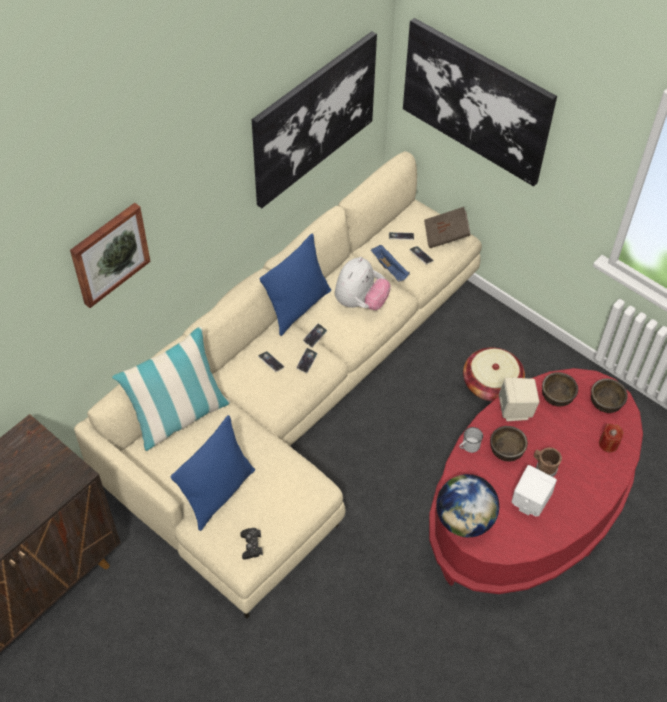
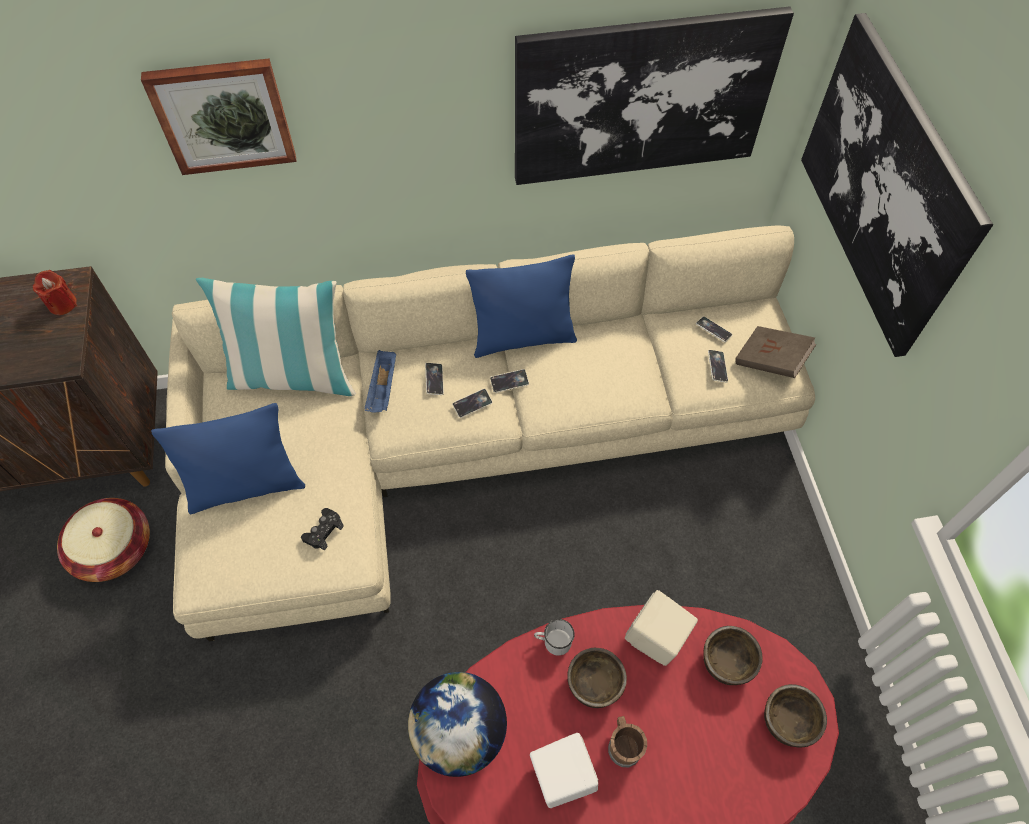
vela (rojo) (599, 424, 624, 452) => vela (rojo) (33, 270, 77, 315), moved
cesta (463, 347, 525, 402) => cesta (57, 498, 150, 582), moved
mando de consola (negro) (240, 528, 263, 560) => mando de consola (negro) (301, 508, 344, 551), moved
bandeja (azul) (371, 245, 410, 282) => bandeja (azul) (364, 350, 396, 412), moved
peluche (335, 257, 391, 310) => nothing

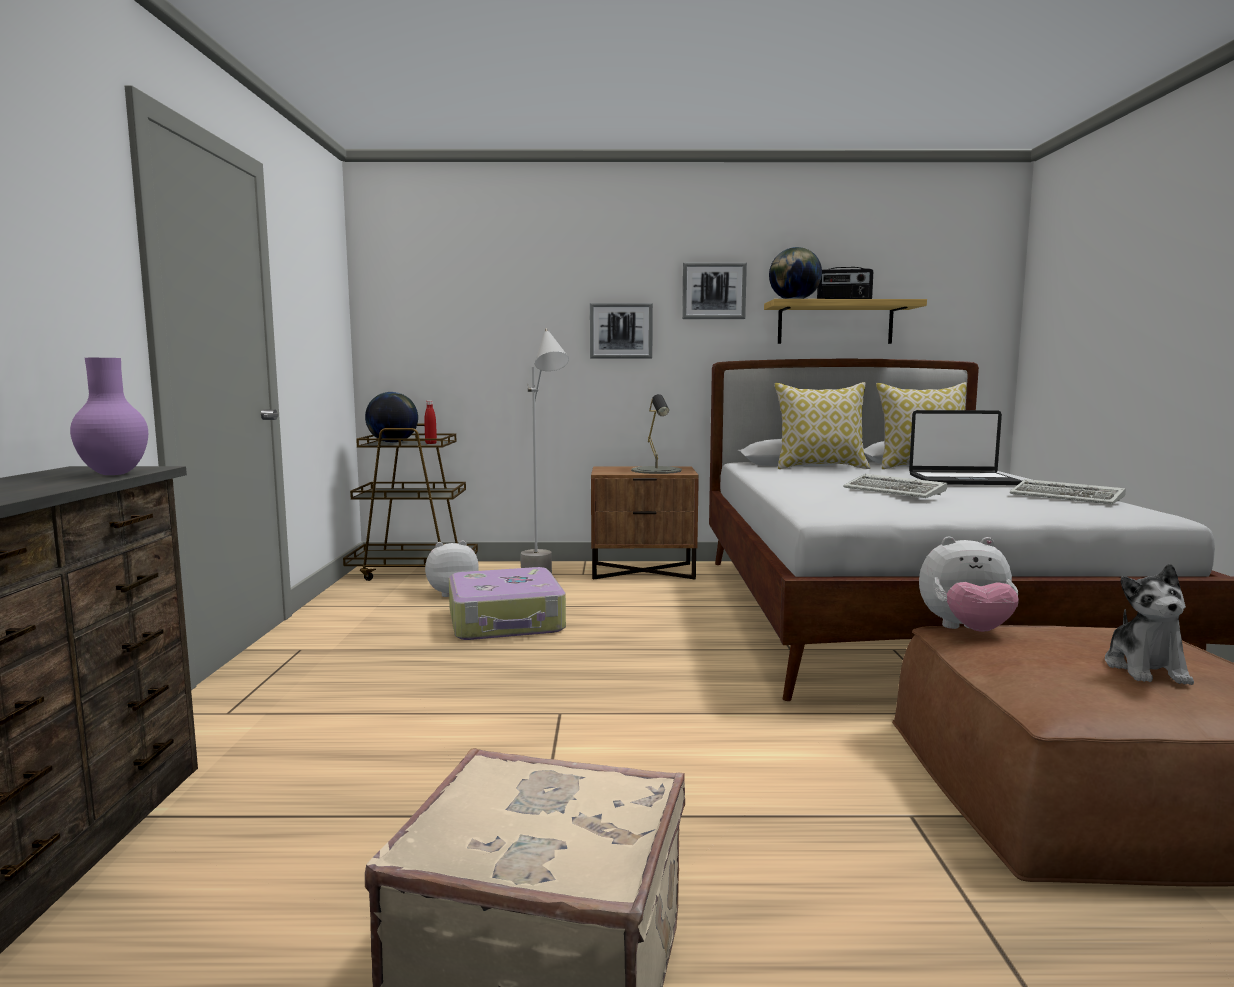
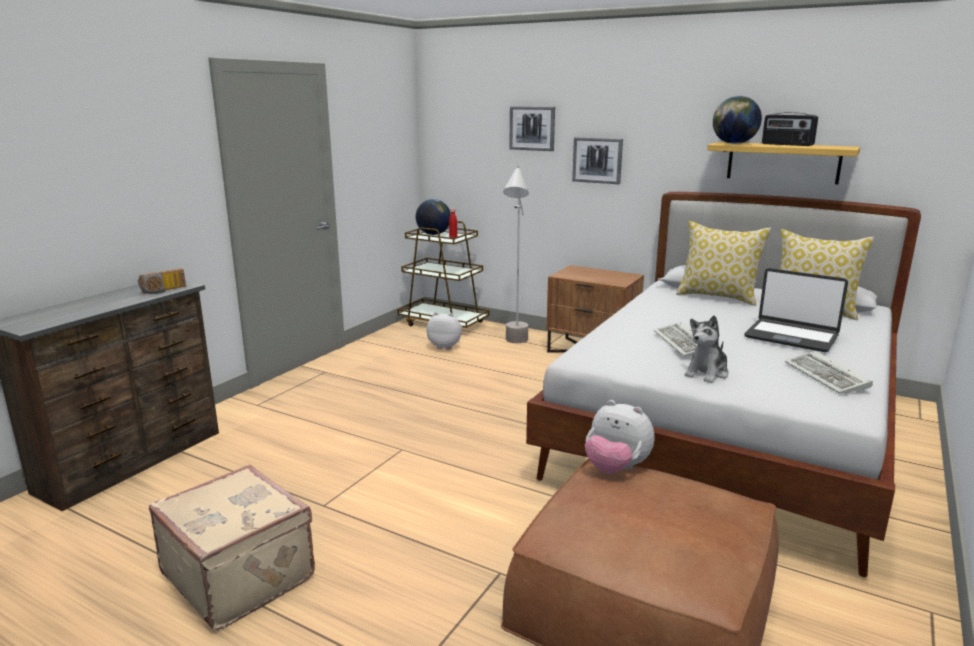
florero (morado) (70, 358, 148, 475) => radio (138, 268, 186, 294)
cuadro (682, 263, 747, 319) => cuadro (509, 106, 555, 151), moved
peluche (1105, 564, 1194, 685) => peluche (684, 315, 729, 383), moved
maleta (449, 567, 566, 640) => nothing
lámpara de mesa (gris) (631, 394, 682, 474) => nothing

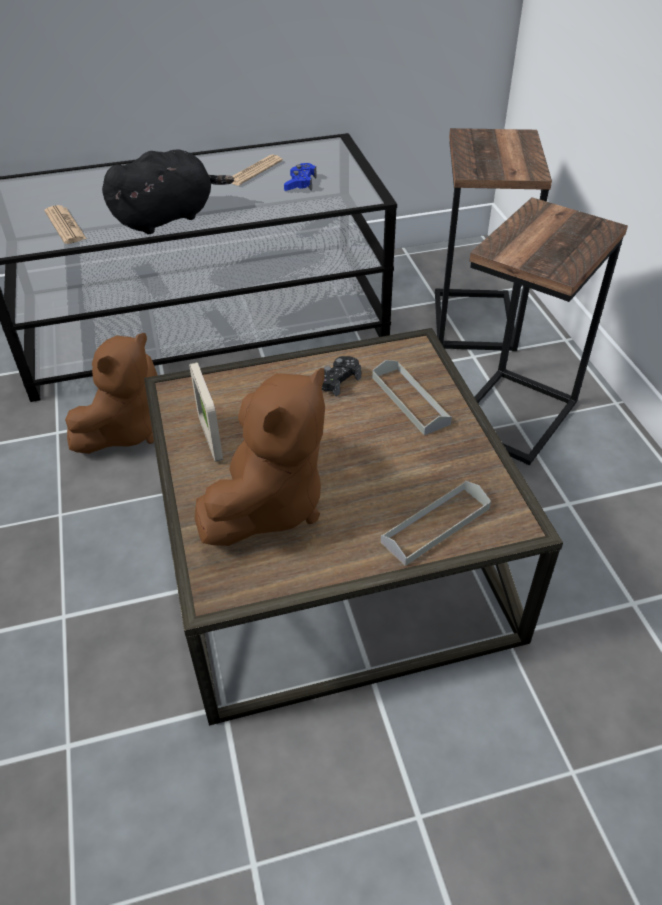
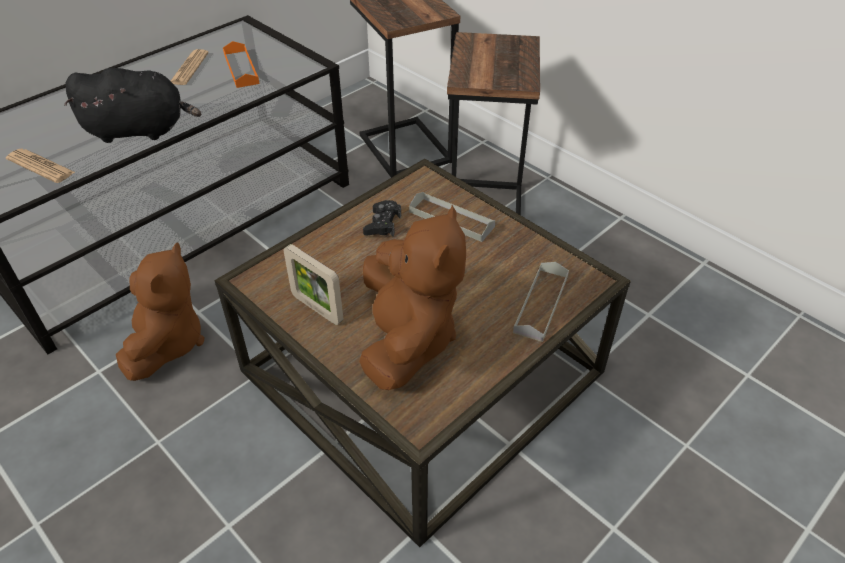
peluche (negro) (102, 149, 234, 234) => peluche (negro) (64, 68, 201, 143), 60 degrees clockwise
mando de consola (azul) (284, 163, 317, 191) => bandeja (naranja) (223, 41, 260, 88)

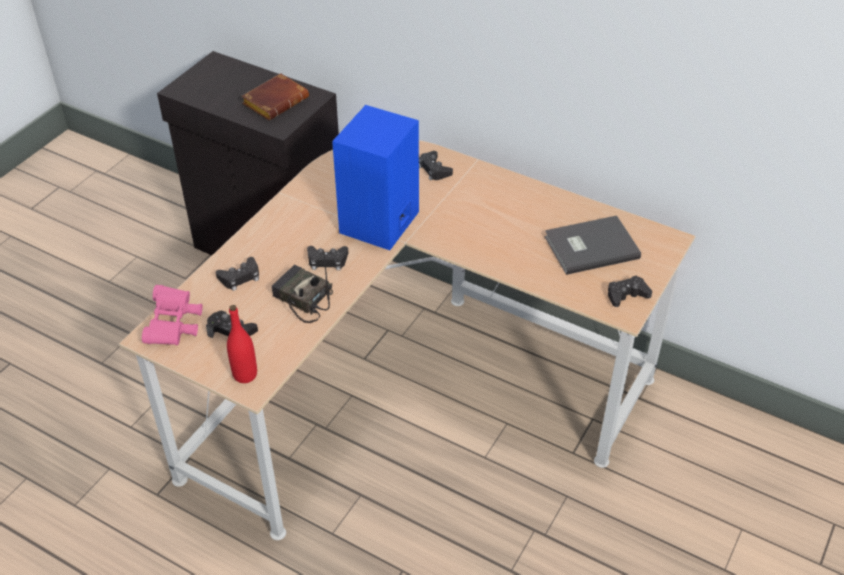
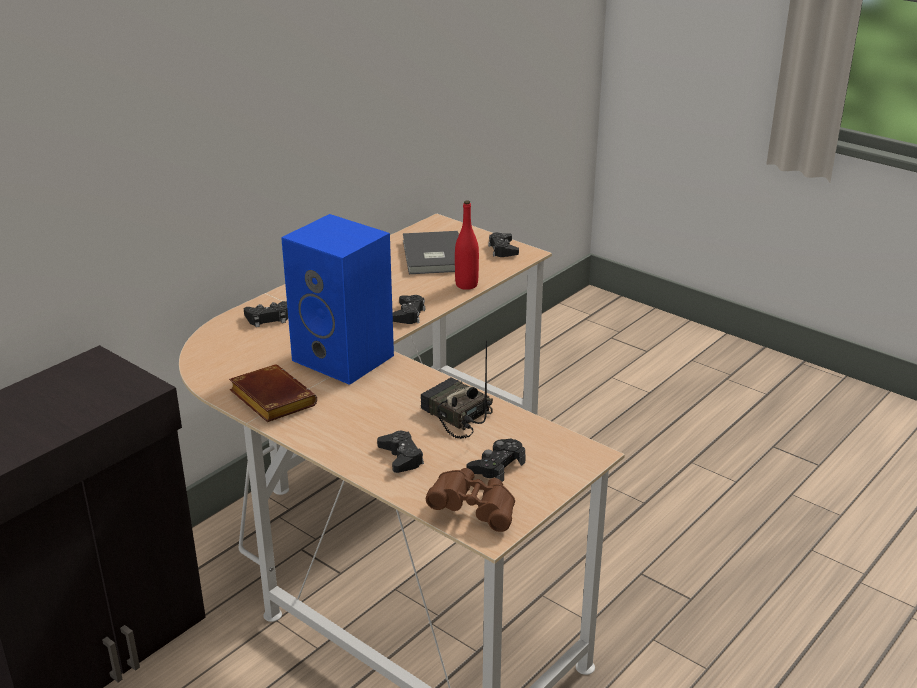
libro (marrón) (241, 73, 309, 120) => libro (marrón) (229, 364, 317, 422), moved
mando de consola (negro) (307, 246, 348, 270) => mando de consola (negro) (393, 295, 425, 324), moved
radio (271, 252, 333, 323) => radio (421, 340, 493, 439), 90 degrees clockwise
prismáticos (rosa) (142, 285, 203, 346) => prismáticos (marrón) (426, 468, 515, 532)
botella (rojo) (227, 305, 257, 383) => botella (rojo) (455, 200, 479, 290), moved

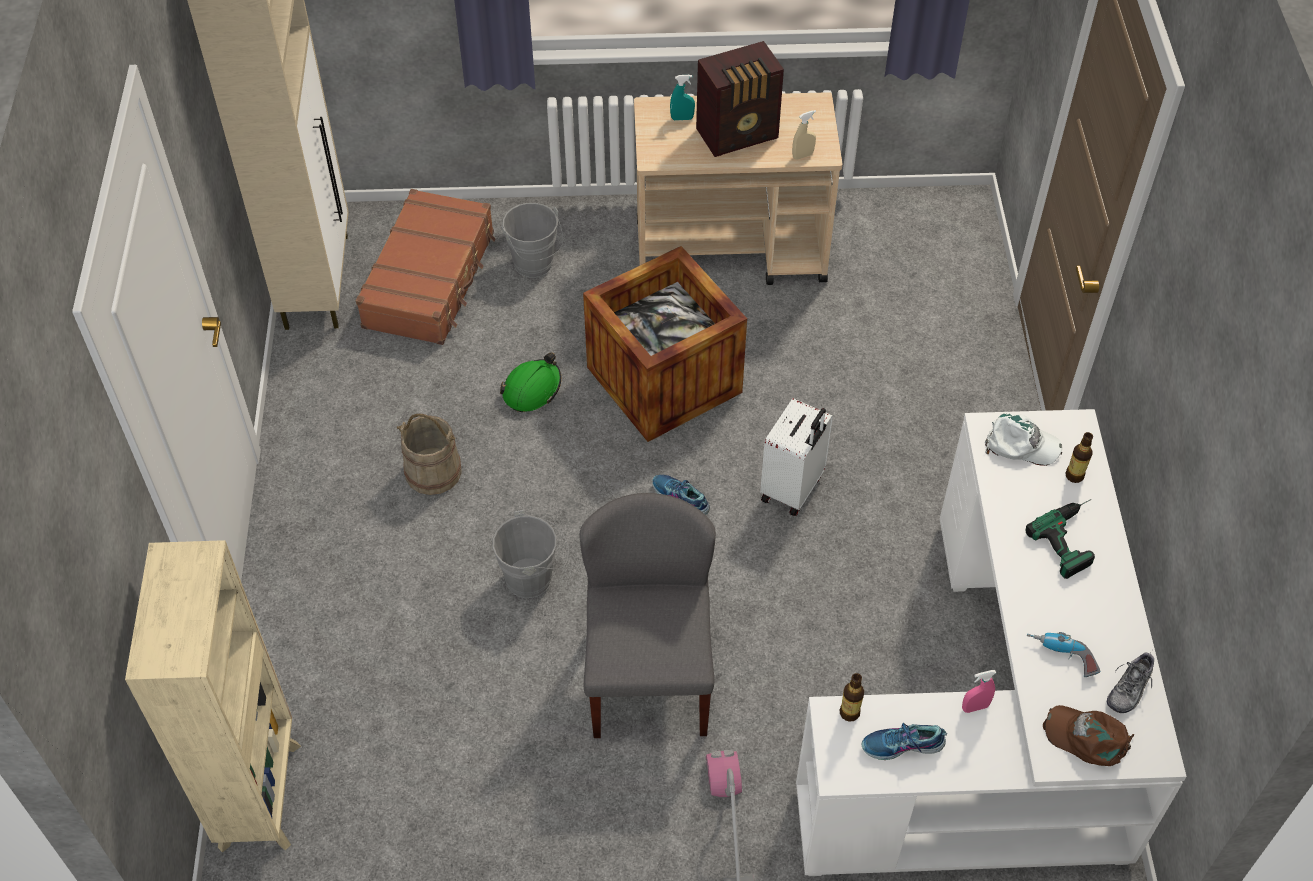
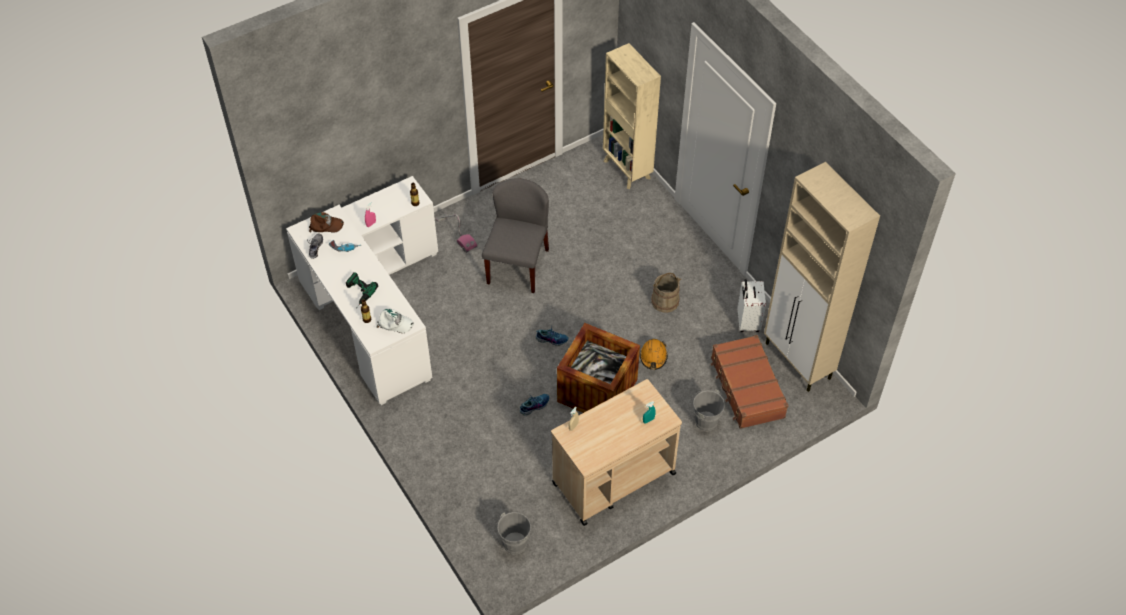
gorra (blanco) (985, 414, 1062, 466) => gorra (blanco) (376, 309, 414, 333), 150 degrees counterclockwise
silla (gris) (579, 493, 716, 738) => silla (gris) (482, 178, 549, 293), 135 degrees counterclockwise
cubo (gris) (492, 510, 569, 598) => cubo (gris) (492, 512, 531, 555), moved
zapato (862, 723, 947, 760) => zapato (520, 394, 549, 415), moved
casco (verde) (500, 352, 561, 412) => casco (naranja) (640, 339, 668, 370)
maleta (blanco) (760, 398, 833, 516) => maleta (blanco) (738, 279, 766, 332), moved
radio (696, 41, 784, 157) => nothing

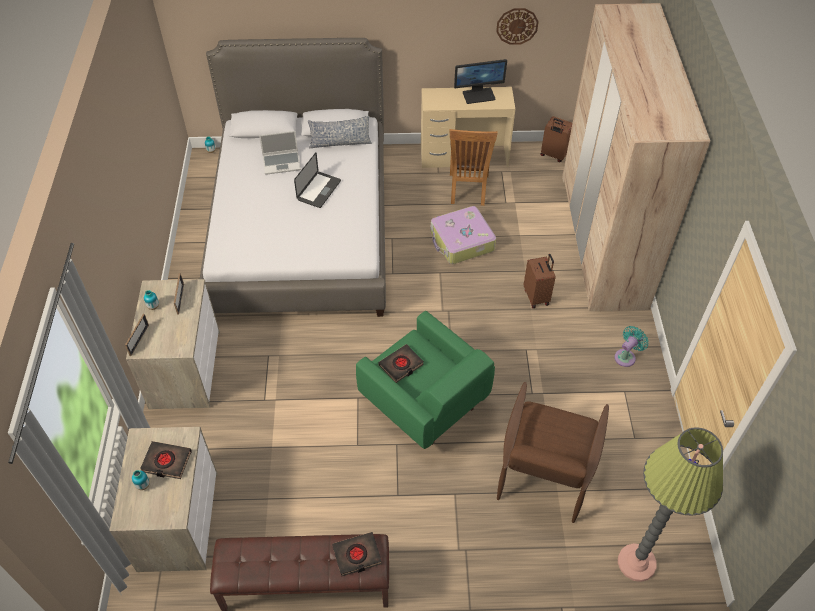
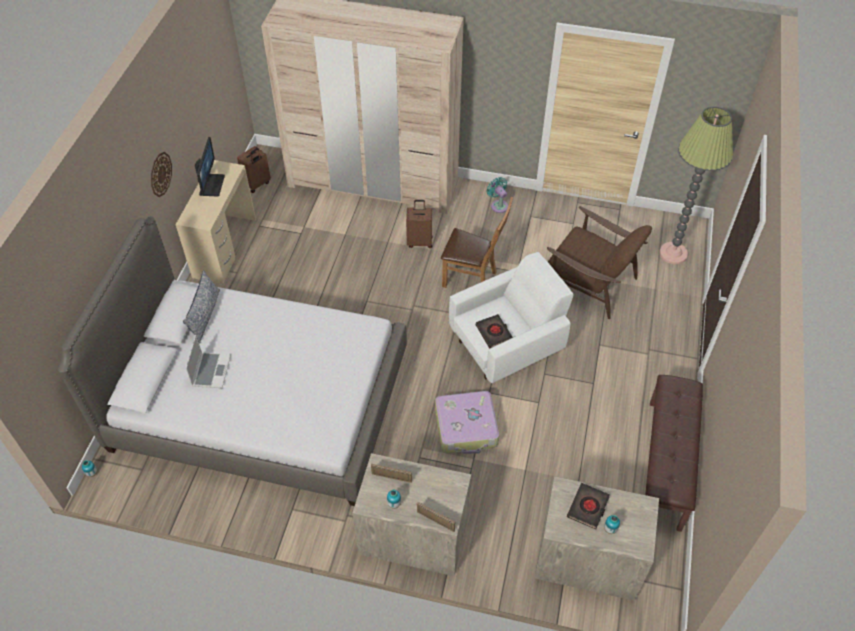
reloj de pared (496, 8, 539, 45) => reloj de pared (151, 152, 172, 197), moved
maleta (431, 206, 496, 264) => maleta (435, 391, 499, 454), moved
silla (marrón) (449, 129, 498, 206) => silla (marrón) (441, 197, 513, 288), moved
sillón (verde) (356, 311, 495, 449) => sillón (blanco) (449, 252, 573, 383)
portátil (294, 152, 341, 208) => nothing
libro (negro) (332, 532, 382, 577) => nothing

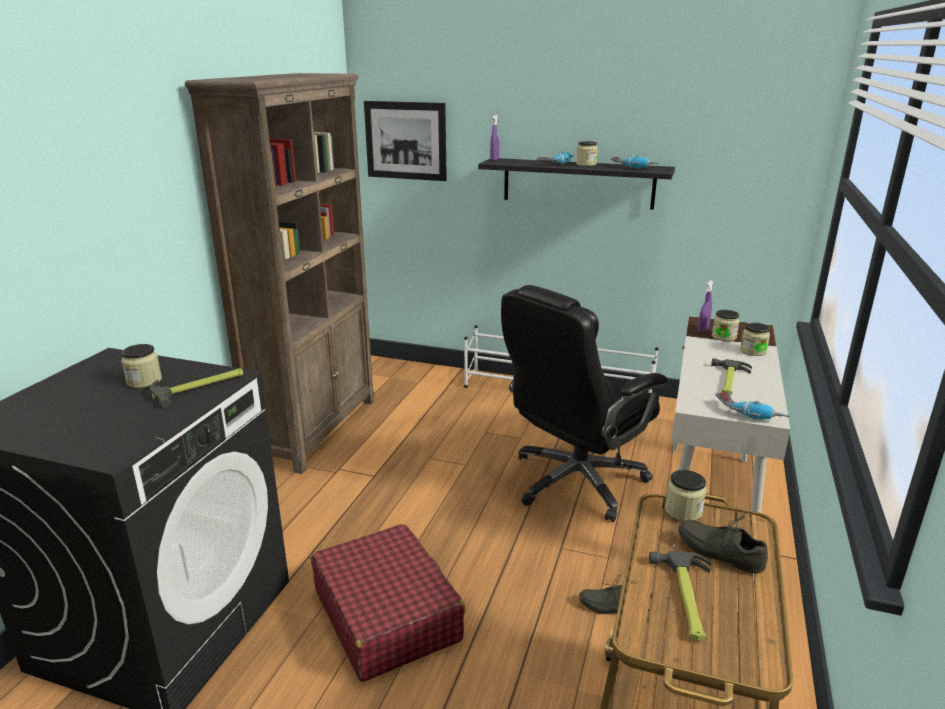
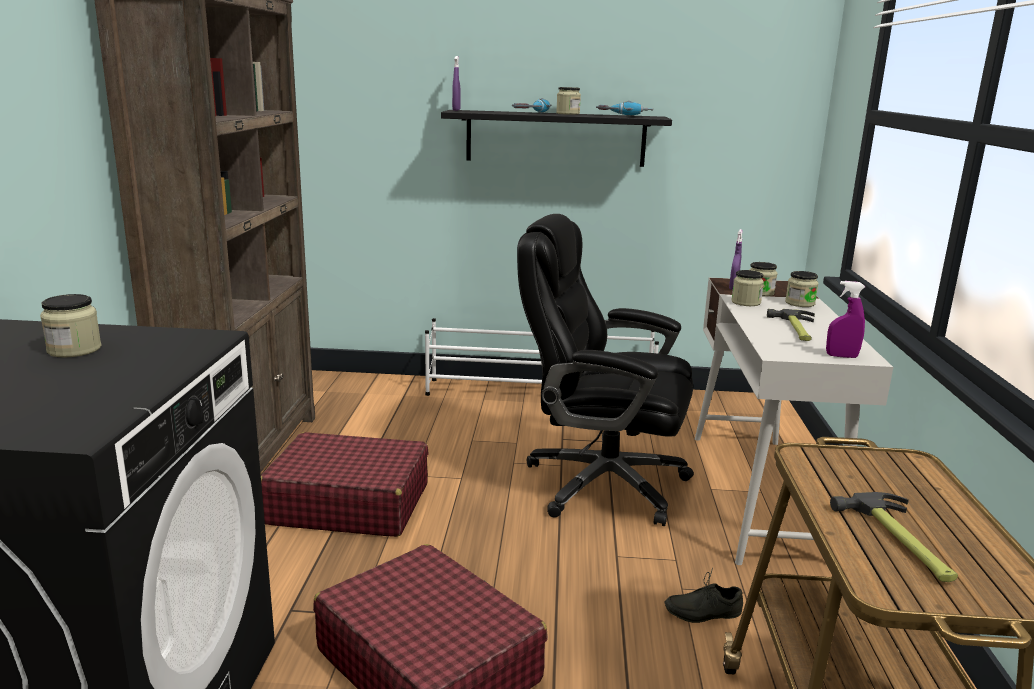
nothing => maleta (rojo) (261, 432, 428, 537)
silla de oficina (negro) (501, 285, 667, 522) => silla de oficina (negro) (517, 214, 694, 526), 75 degrees clockwise
tarro (665, 470, 706, 521) => tarro (731, 270, 764, 306), moved
taladro (716, 392, 790, 419) => pulverizador (morado) (826, 281, 865, 358)
martillo (150, 368, 243, 408) => nothing
cuadro (364, 101, 447, 181) => nothing
zapato (gris) (678, 512, 768, 574) => nothing

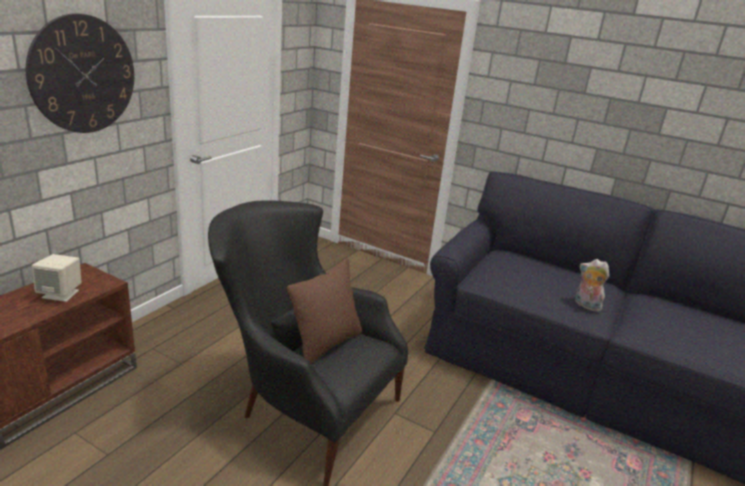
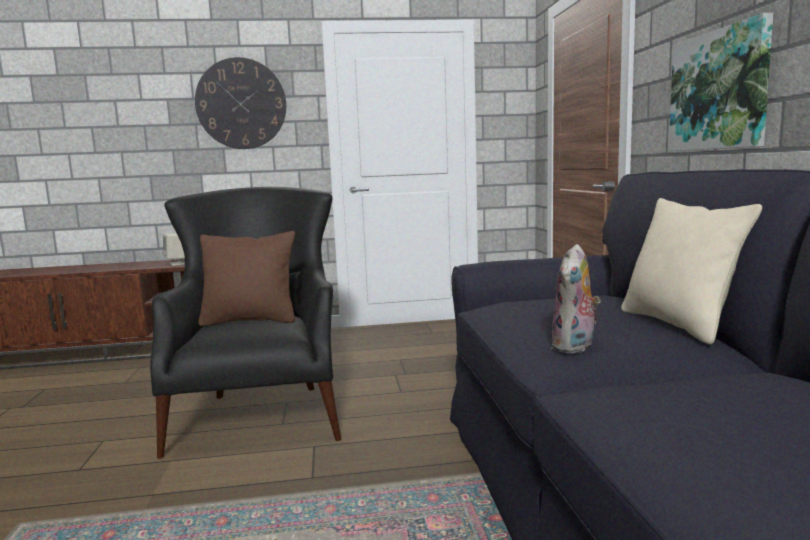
peluche (575, 259, 610, 312) => peluche (551, 244, 601, 354), 150 degrees counterclockwise
nothing => cojín (beis) (621, 198, 762, 344)
nothing => cuadro (669, 13, 773, 151)

